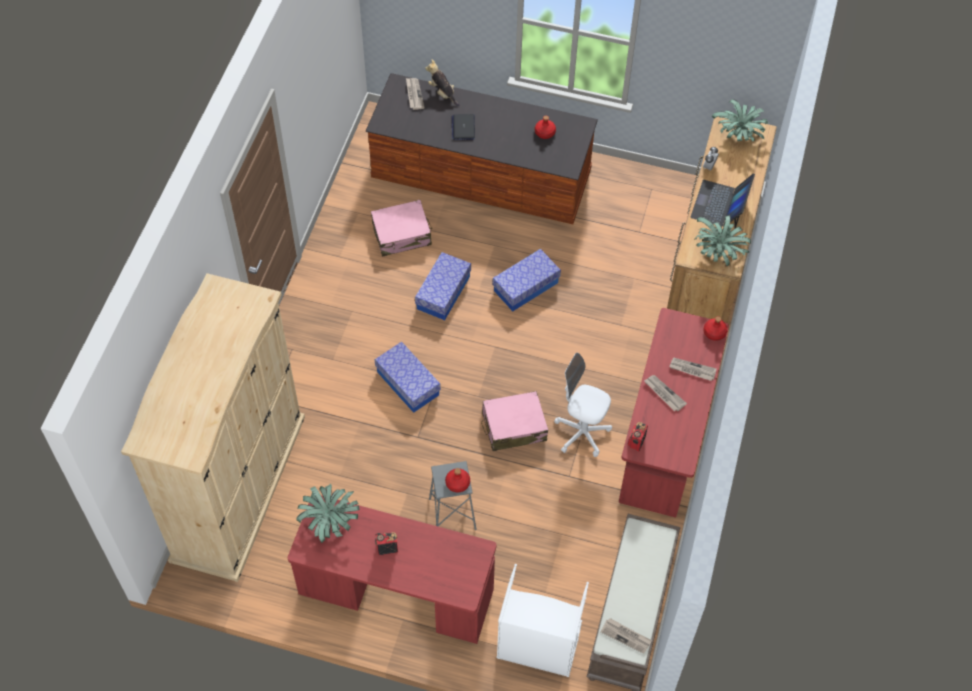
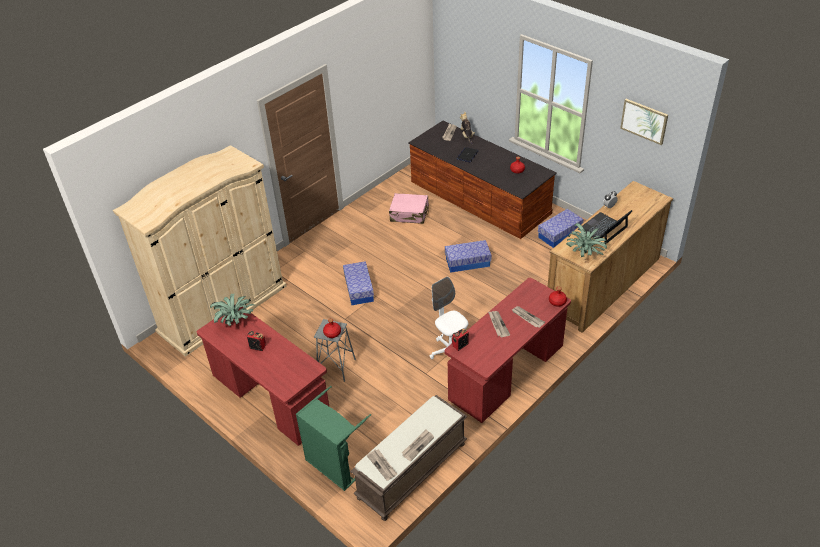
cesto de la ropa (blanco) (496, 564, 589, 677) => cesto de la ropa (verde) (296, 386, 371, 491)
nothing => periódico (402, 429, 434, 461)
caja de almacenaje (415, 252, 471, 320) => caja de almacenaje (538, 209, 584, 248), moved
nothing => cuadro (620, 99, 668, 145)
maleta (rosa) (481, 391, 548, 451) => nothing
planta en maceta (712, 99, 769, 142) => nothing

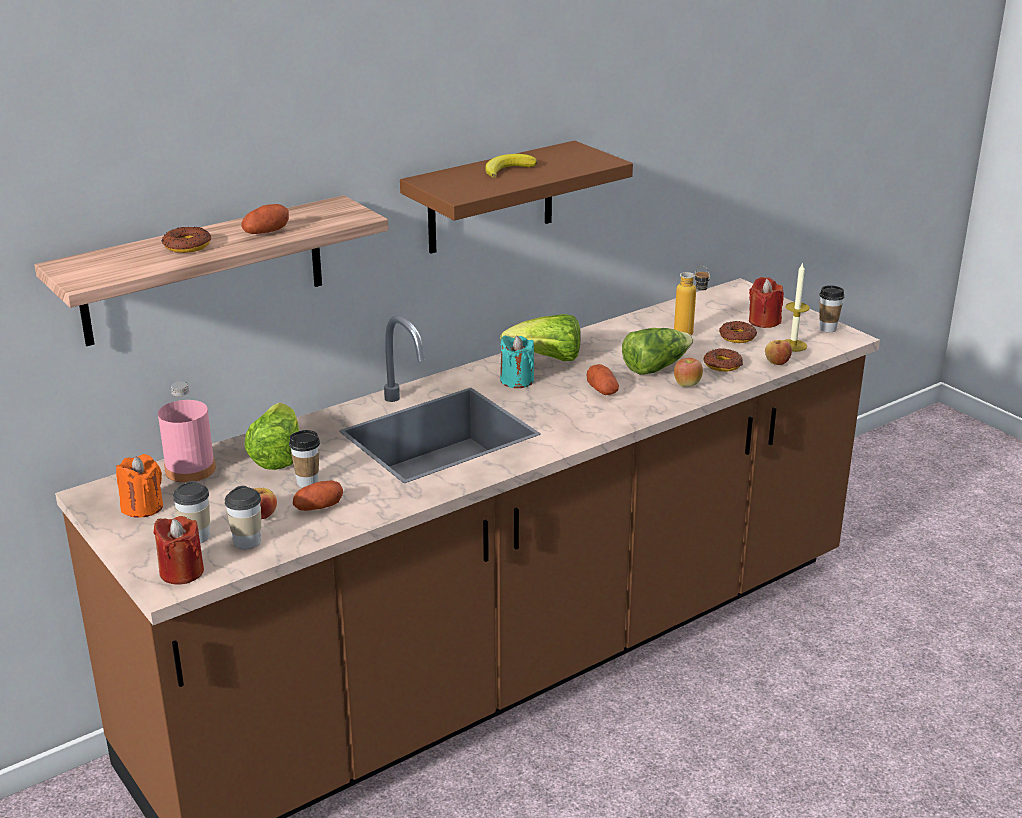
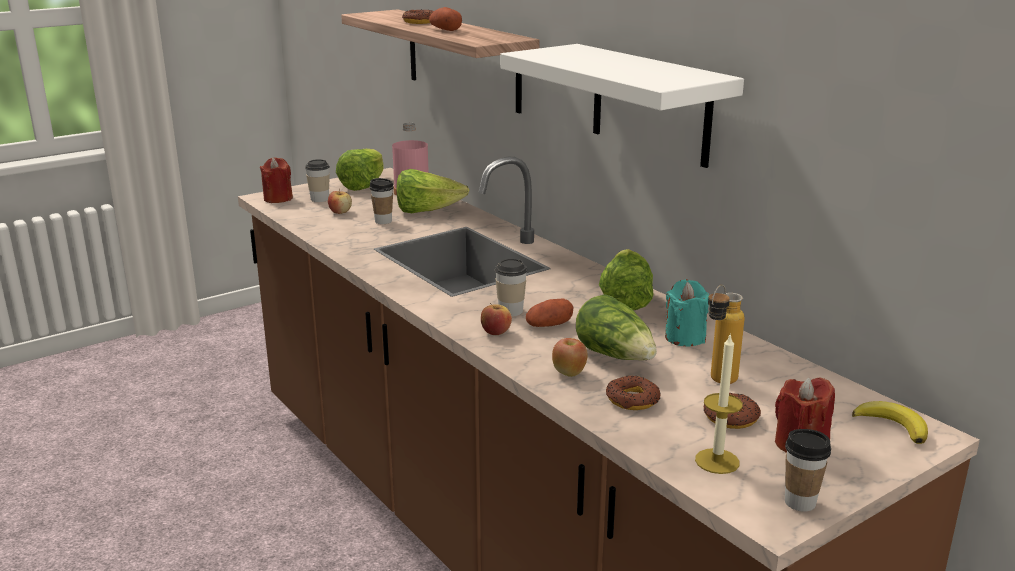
vela (naranja) (116, 454, 163, 518) => lechuga (336, 149, 384, 191)
manzana (765, 340, 792, 365) => manzana (481, 303, 512, 335), moved
taza (225, 486, 261, 549) => taza (495, 259, 527, 316), moved
estante (marrón) (400, 141, 633, 254) => estante (blanco) (500, 44, 744, 168)
vela (turquesa) (500, 336, 534, 388) => vela (turquesa) (665, 279, 709, 346), moved
plátano (485, 154, 537, 178) => plátano (852, 401, 928, 444), moved
patata (293, 480, 343, 511) => nothing

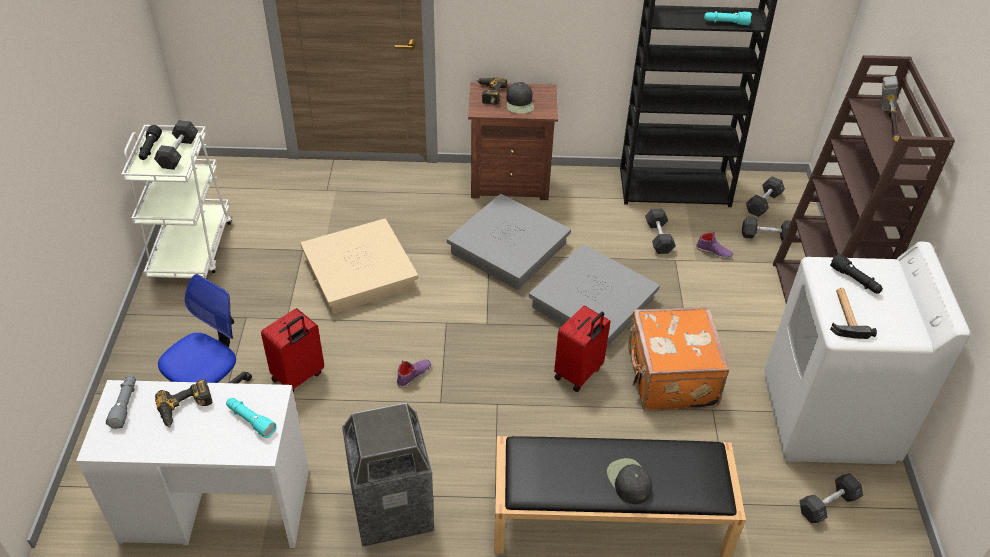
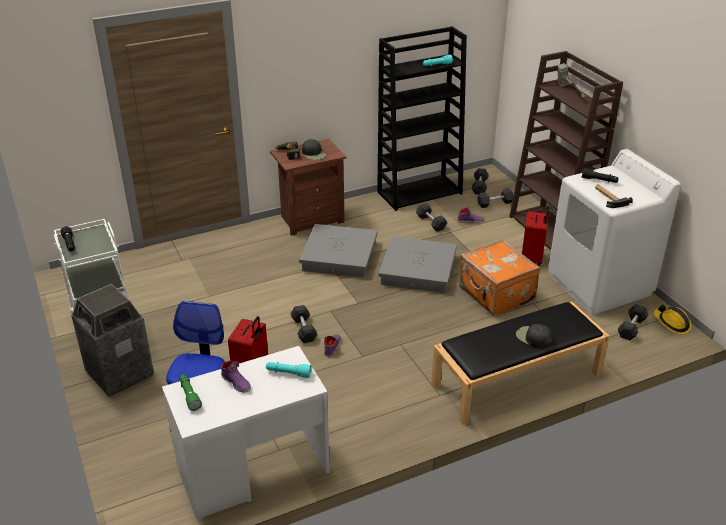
papelera (342, 403, 434, 547) => papelera (71, 284, 154, 397), moved
linterna (gris) (106, 375, 136, 429) => linterna (verde) (179, 374, 202, 411)
taladro (155, 379, 213, 428) => zapato (morado) (221, 361, 251, 393)
mancuerna (gris) (154, 120, 198, 170) => mancuerna (gris) (291, 305, 318, 343), moved
maleta (rojo) (554, 306, 611, 392) => maleta (rojo) (522, 206, 549, 267), moved
nothing => casco (653, 304, 691, 334)
caja de almacenaje (beis) (300, 218, 418, 314) => nothing

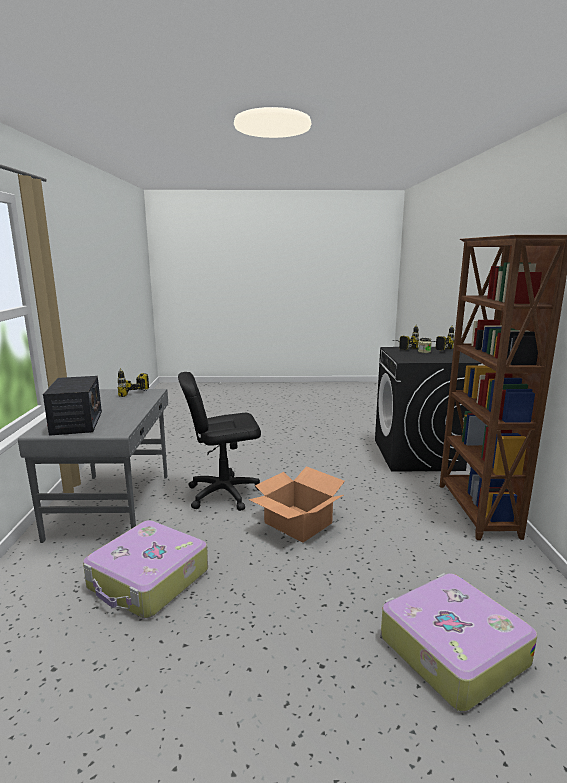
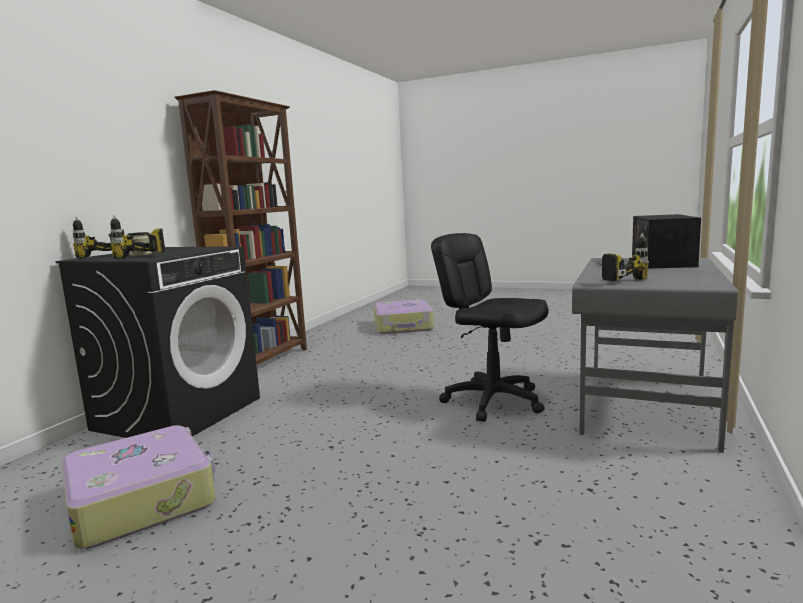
maleta (83, 520, 208, 618) => maleta (61, 425, 216, 549), moved
silla de oficina (negro) (178, 372, 261, 511) => silla de oficina (negro) (431, 233, 548, 422), 150 degrees counterclockwise
caja de cartón (248, 466, 345, 543) => nothing

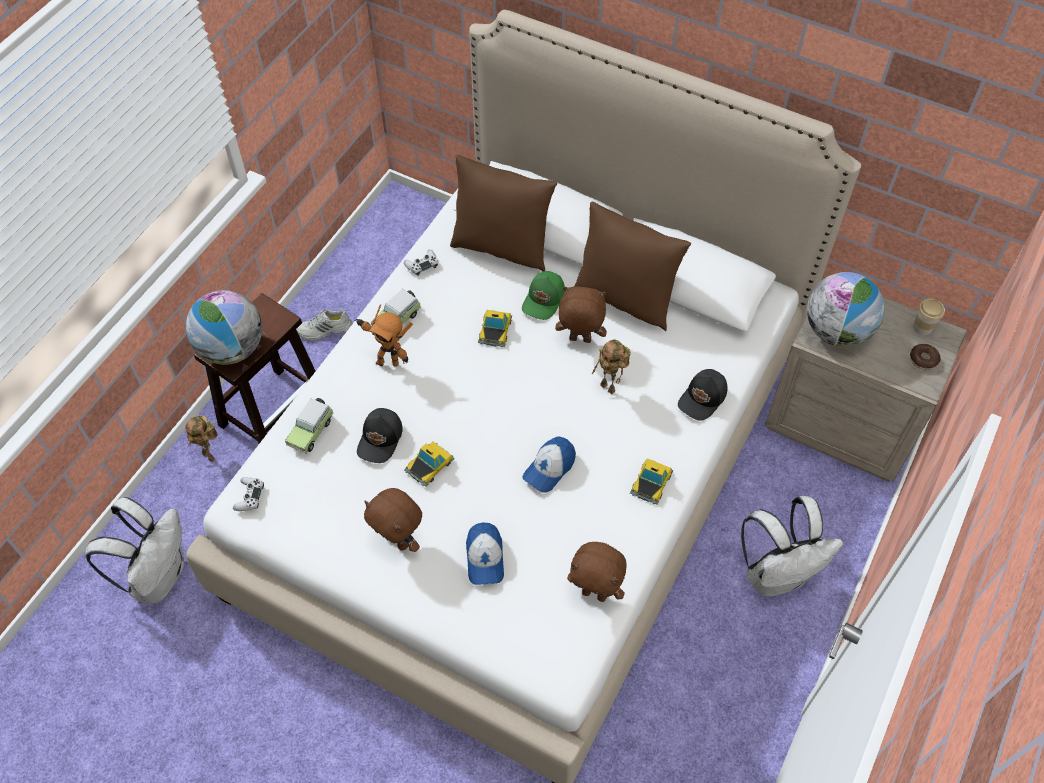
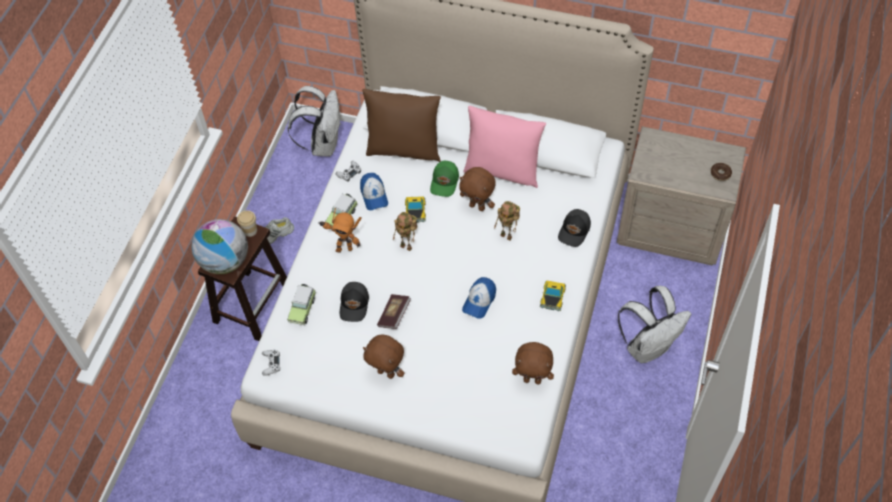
taza (913, 299, 945, 335) => taza (237, 210, 257, 237), moved
mochila (blanco) (85, 497, 184, 603) => mochila (blanco) (288, 86, 340, 157), moved
gorra (466, 523, 504, 585) => gorra (360, 173, 388, 210), moved
coche de juguete (404, 441, 455, 487) => libro (377, 294, 411, 329)
robot de juguete (185, 415, 218, 462) => robot de juguete (393, 212, 417, 251), moved
peluche (marrón) (555, 286, 607, 343) => peluche (marrón) (459, 167, 496, 211), 150 degrees counterclockwise
cojín (marrón) (574, 202, 691, 331) => cojín (rosa) (463, 106, 546, 188)
globo terráqueo (807, 272, 885, 347) => nothing

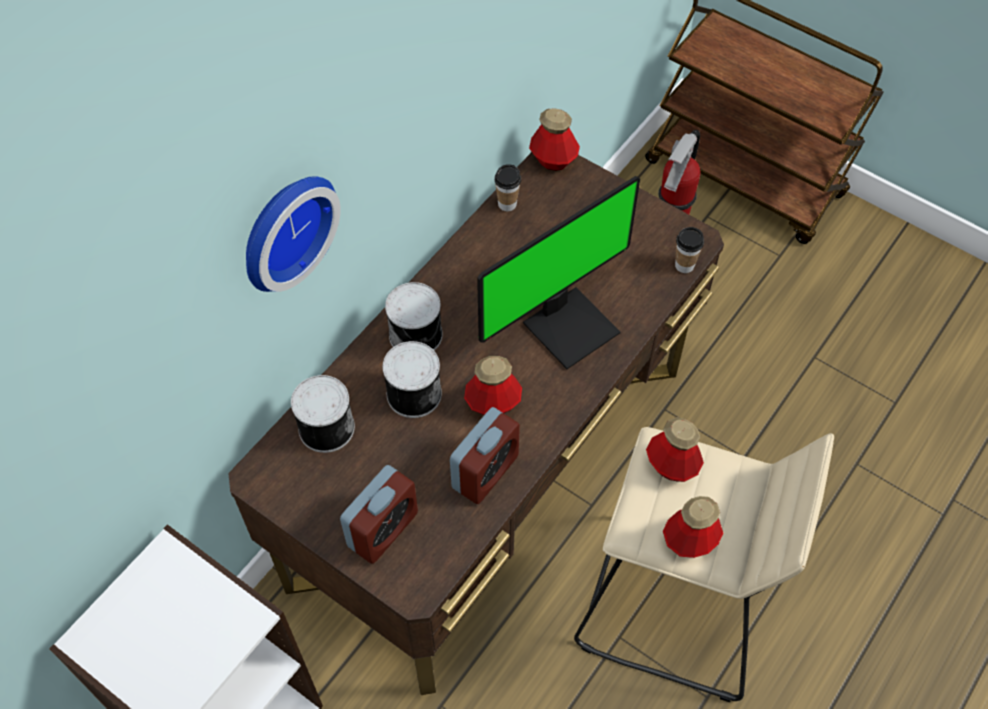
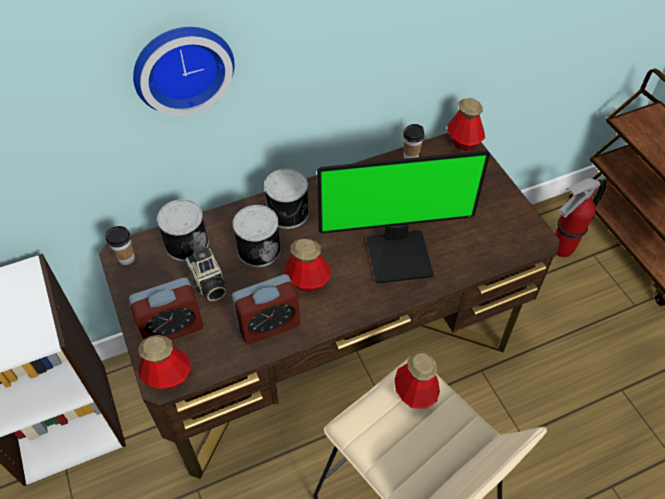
taza (675, 227, 704, 273) => taza (105, 226, 135, 265), moved
botella (663, 496, 723, 558) => botella (138, 335, 191, 389), moved
nothing => cámara (185, 248, 226, 301)

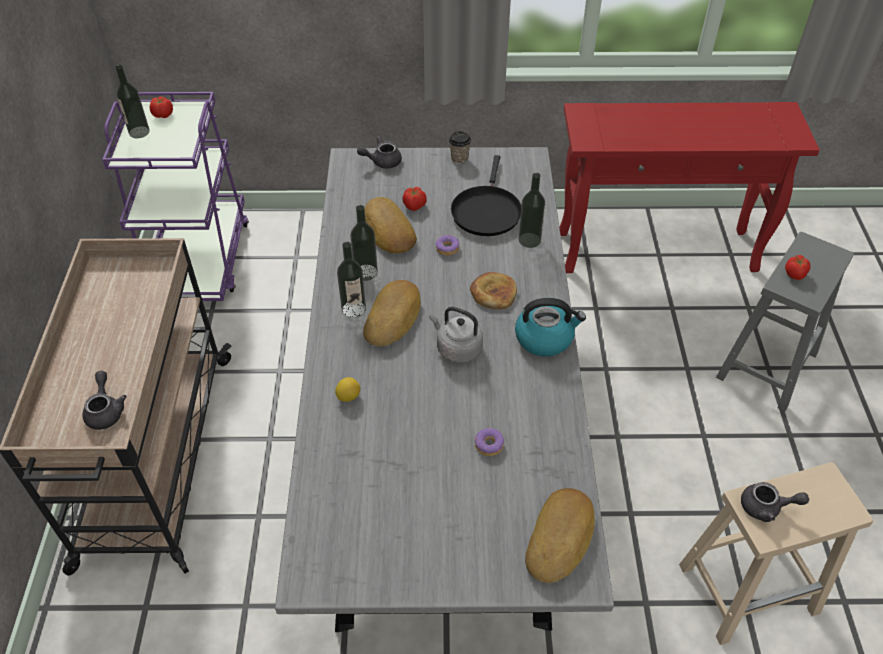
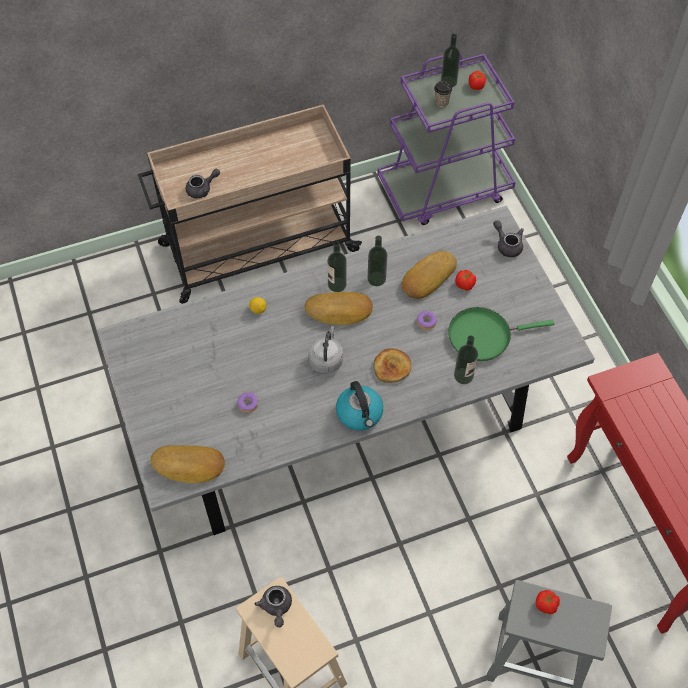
taza (449, 131, 471, 164) => taza (434, 81, 452, 107), moved
sartén (negro) (451, 155, 522, 236) => sartén (verde) (448, 307, 554, 361)

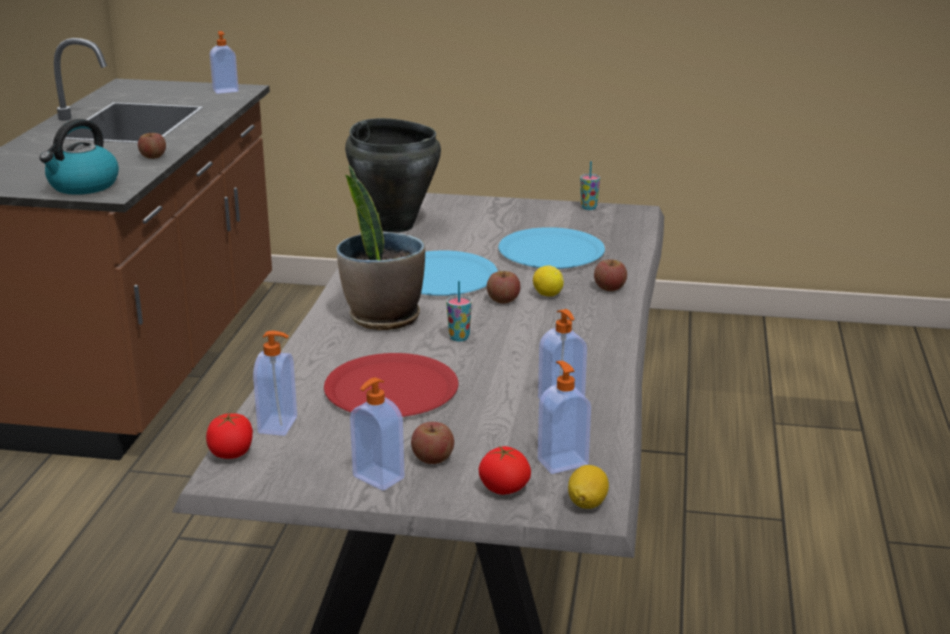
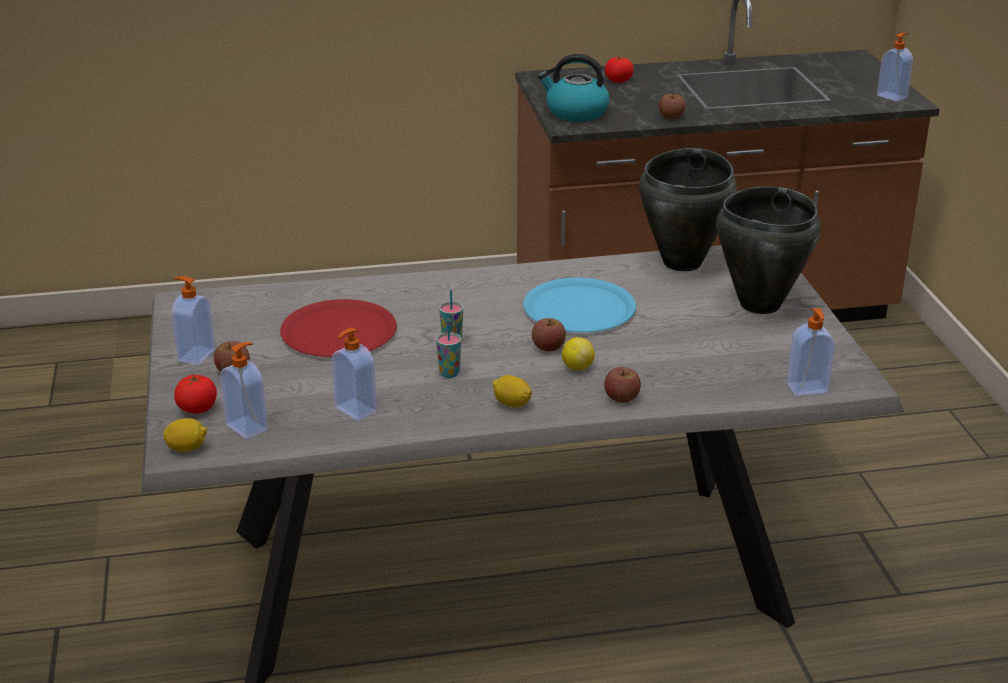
taza (580, 161, 600, 210) => taza (436, 320, 461, 378), moved
nothing => limón (492, 375, 532, 407)
tomate (206, 413, 253, 459) => tomate (605, 57, 634, 83), moved
nothing => olla (negro) (716, 186, 821, 314)
dispensador de jabón (253, 331, 297, 436) => dispensador de jabón (787, 308, 835, 396), moved
planta en maceta (336, 165, 425, 330) => nothing
plato (azul) (498, 227, 605, 269) => nothing

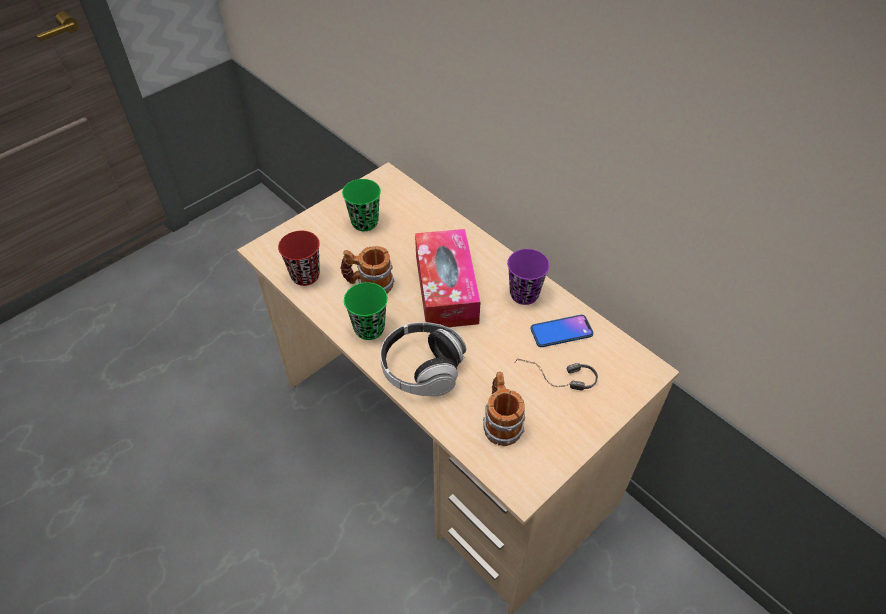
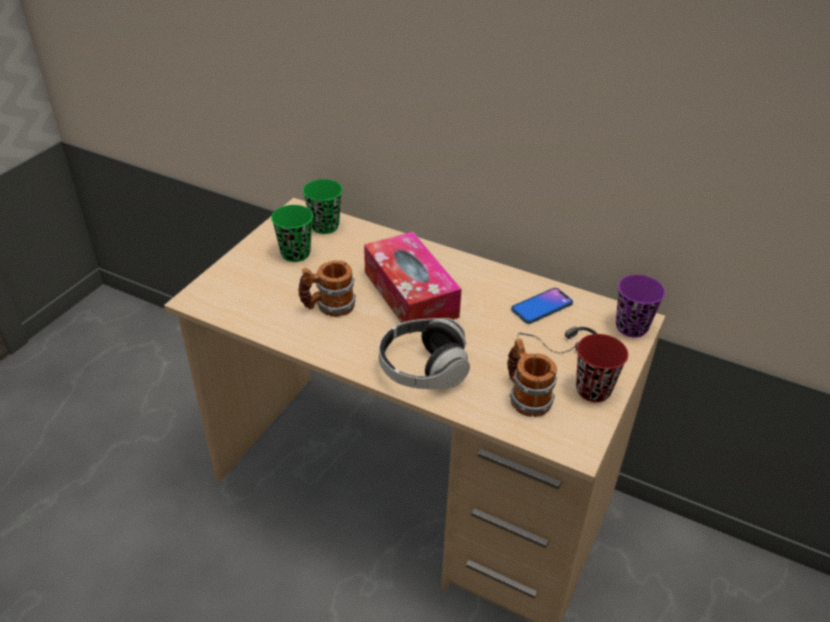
taza (verde) (344, 282, 388, 340) => taza (verde) (303, 179, 343, 234), moved
taza (rojo) (278, 231, 320, 286) => taza (rojo) (576, 334, 628, 402), moved
taza (morado) (507, 249, 550, 305) => taza (morado) (616, 275, 665, 337), moved

